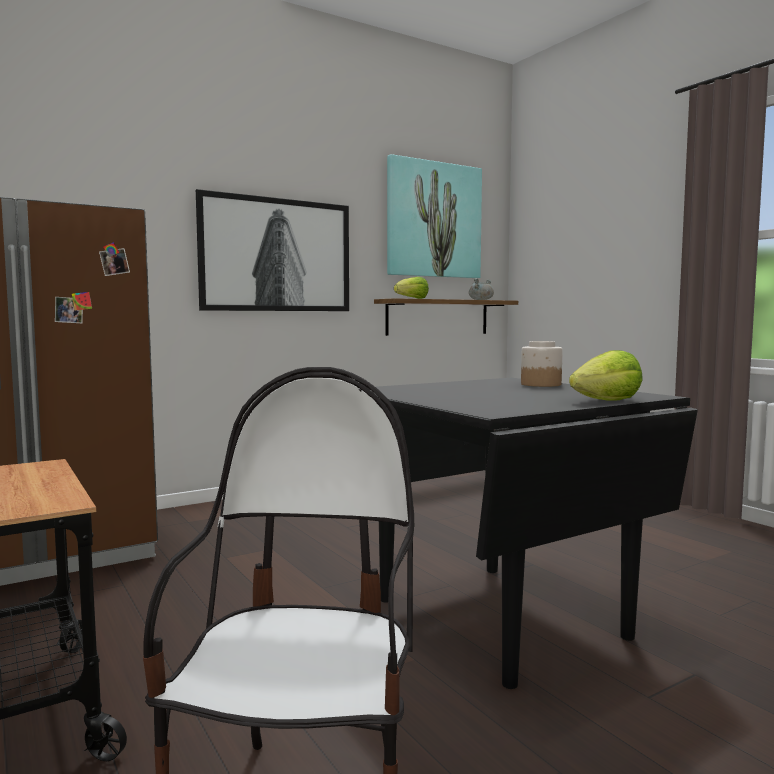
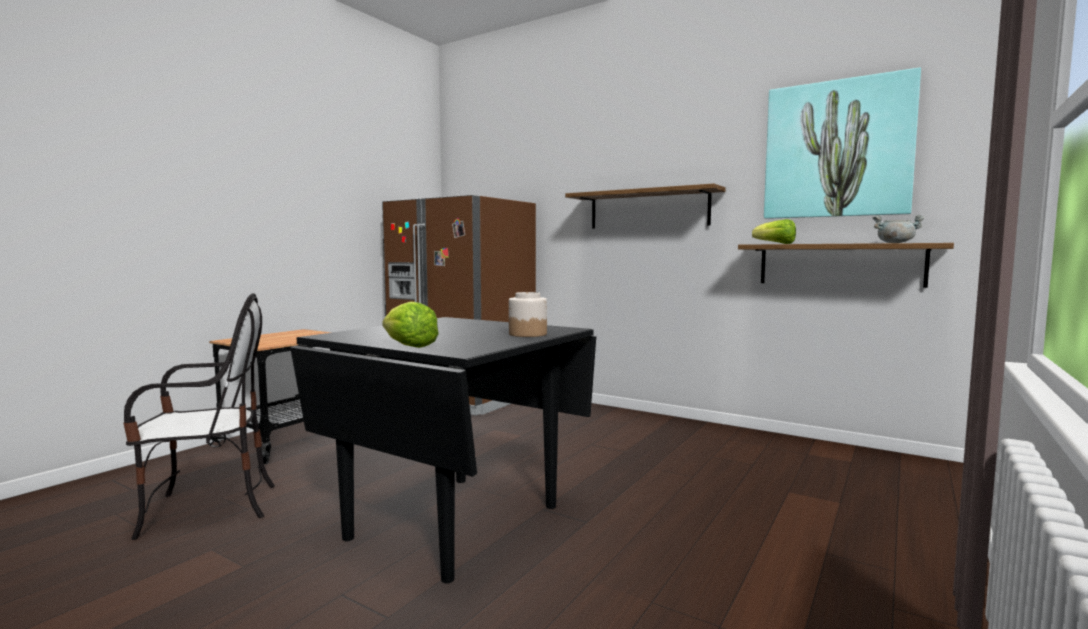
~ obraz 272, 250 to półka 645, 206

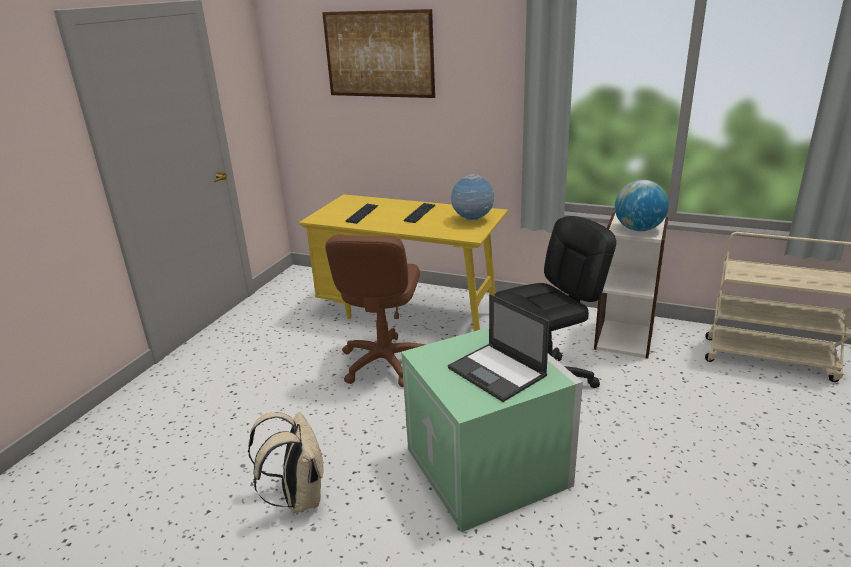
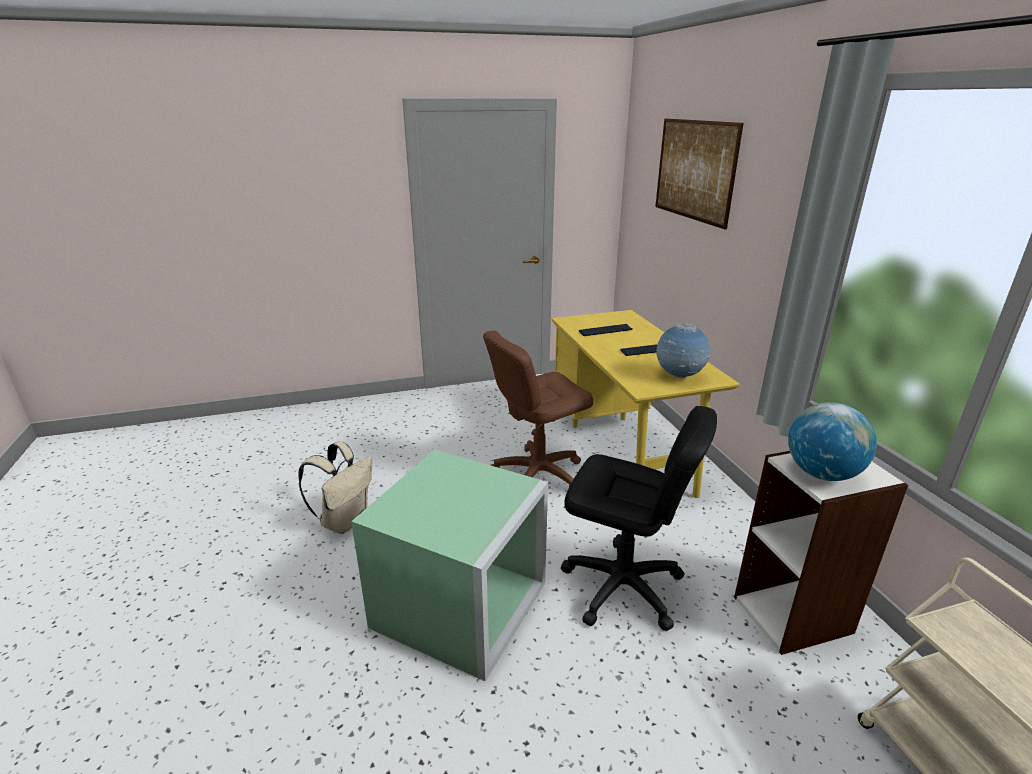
- laptop 498, 348

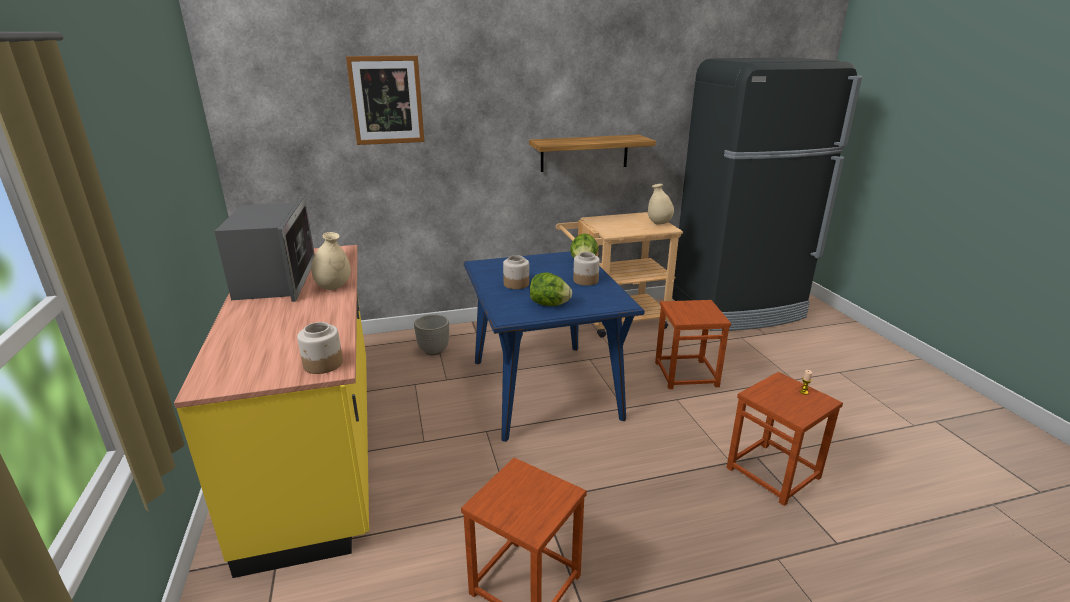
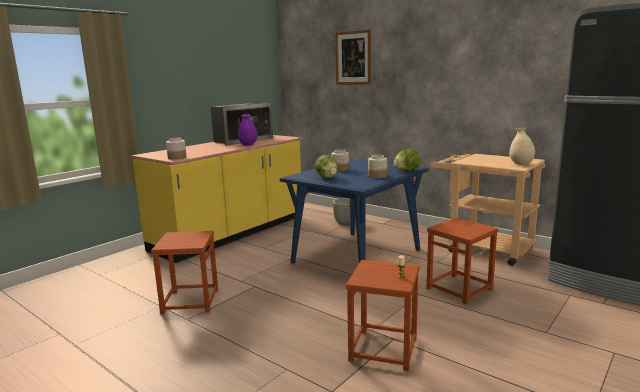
~ wazon/beżowy 331, 261 to wazon/fioletowy 248, 130
- półka 592, 153

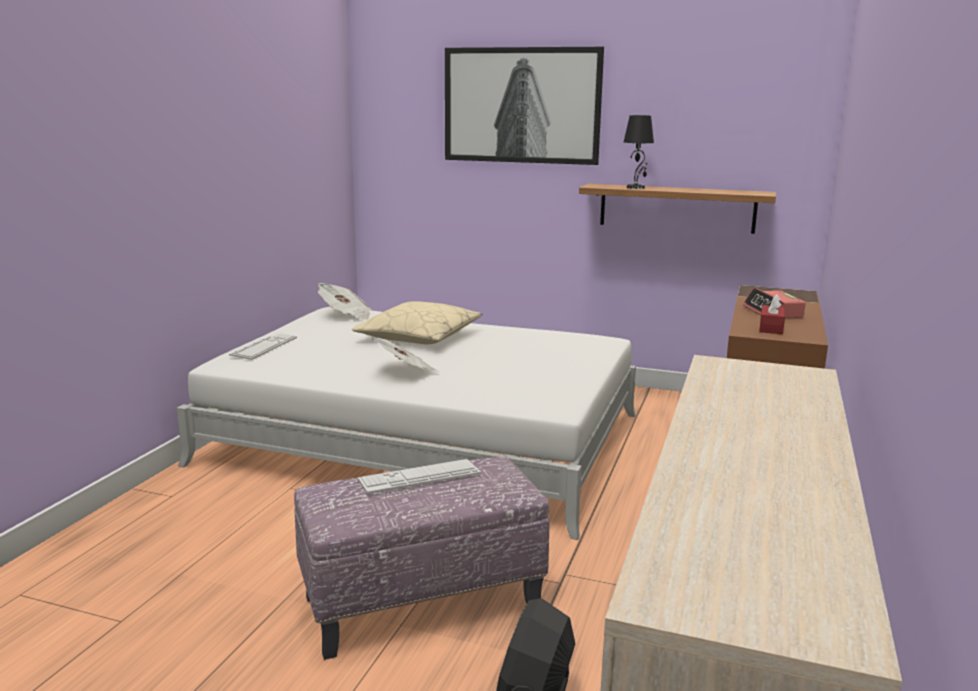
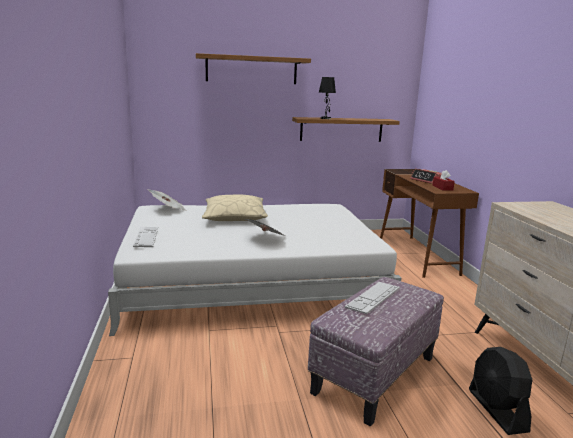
~ obraz 524, 106 to półka 253, 68

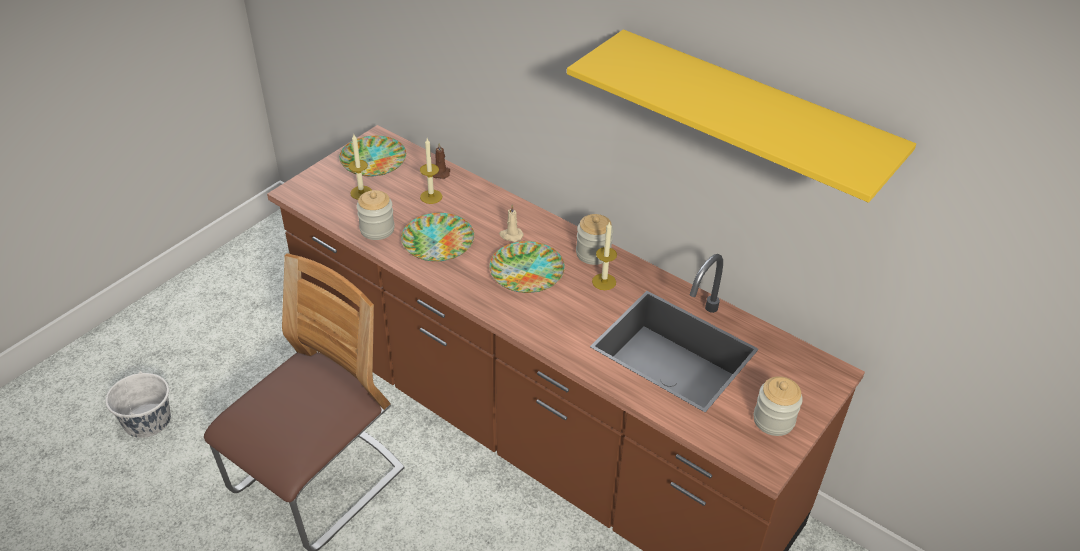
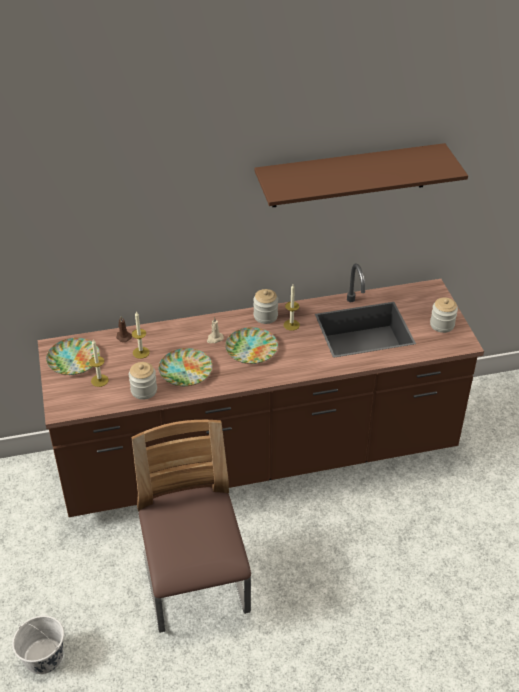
~ półka/żółty 741, 116 to półka/brązowy 361, 175

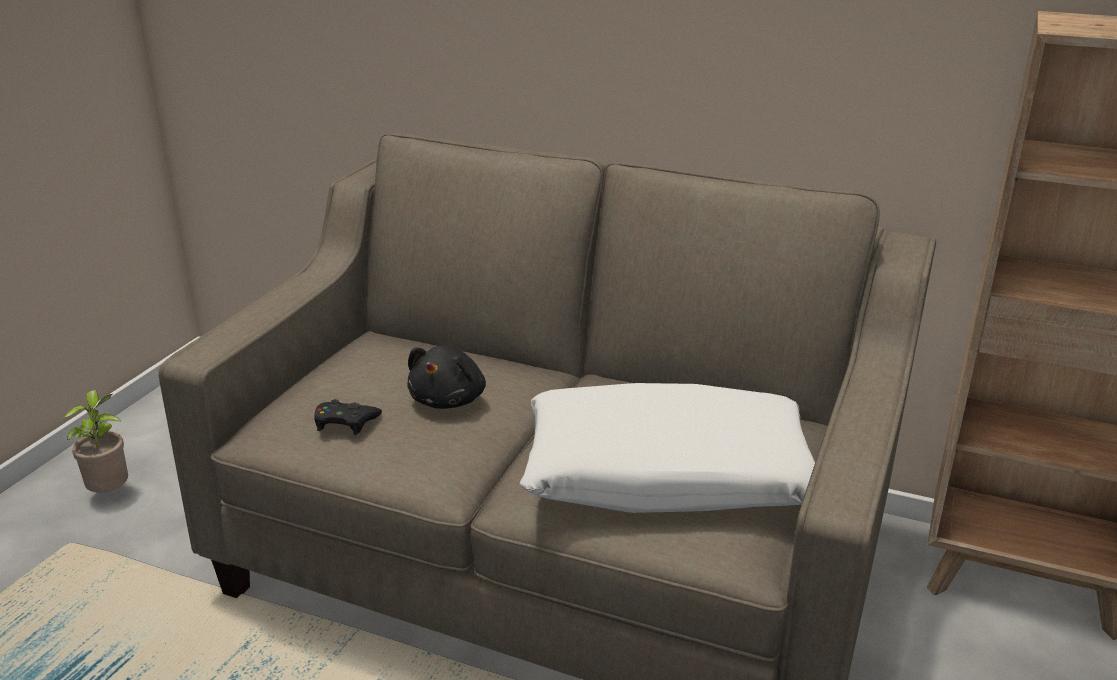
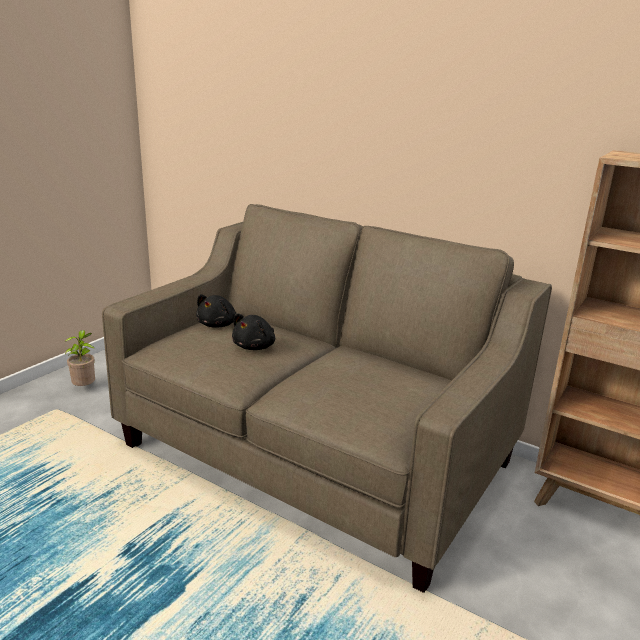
+ pluszak/czarny 216, 311
- pad do gier/czarny 348, 417
- poduszka/biały 667, 448

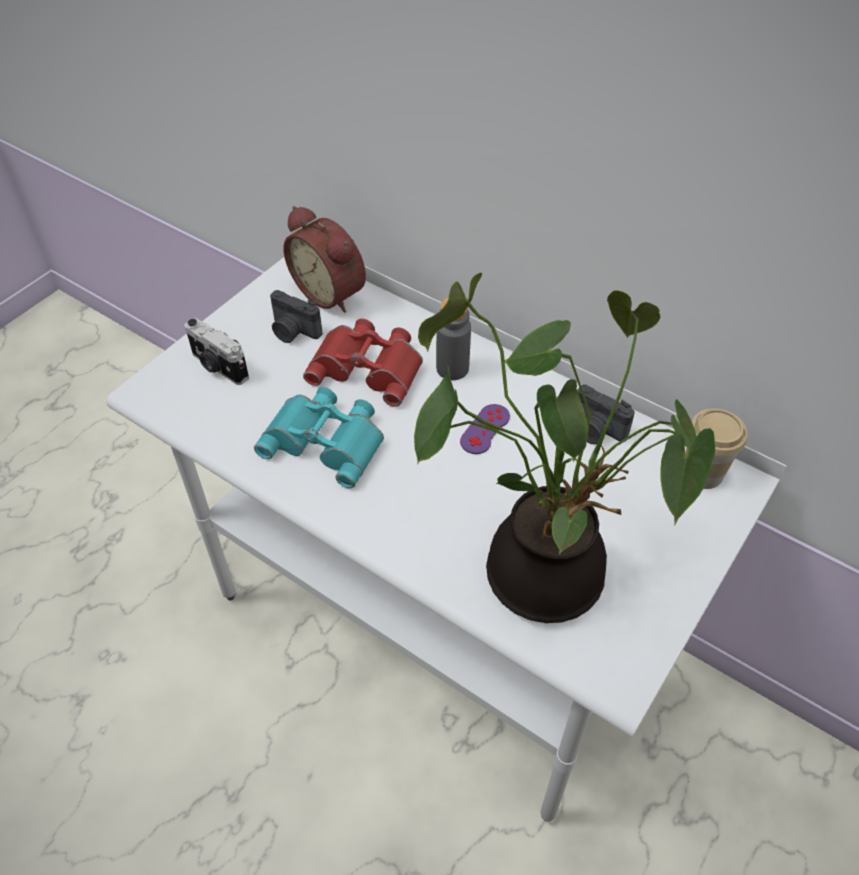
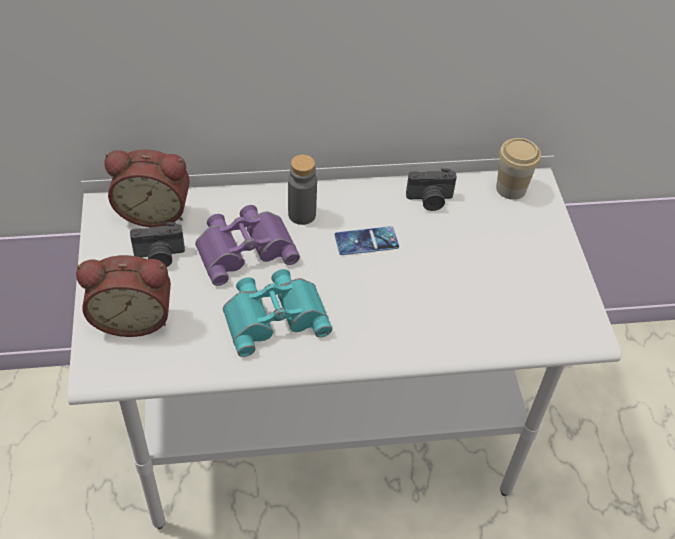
~ aparat fotograficzny 216, 351 to budzik 123, 296
~ lornetka/czerwony 363, 363 to lornetka/fioletowy 247, 245
~ pad do gier/fioletowy 485, 429 to telefon 366, 240
- roślina doniczkowa 564, 448

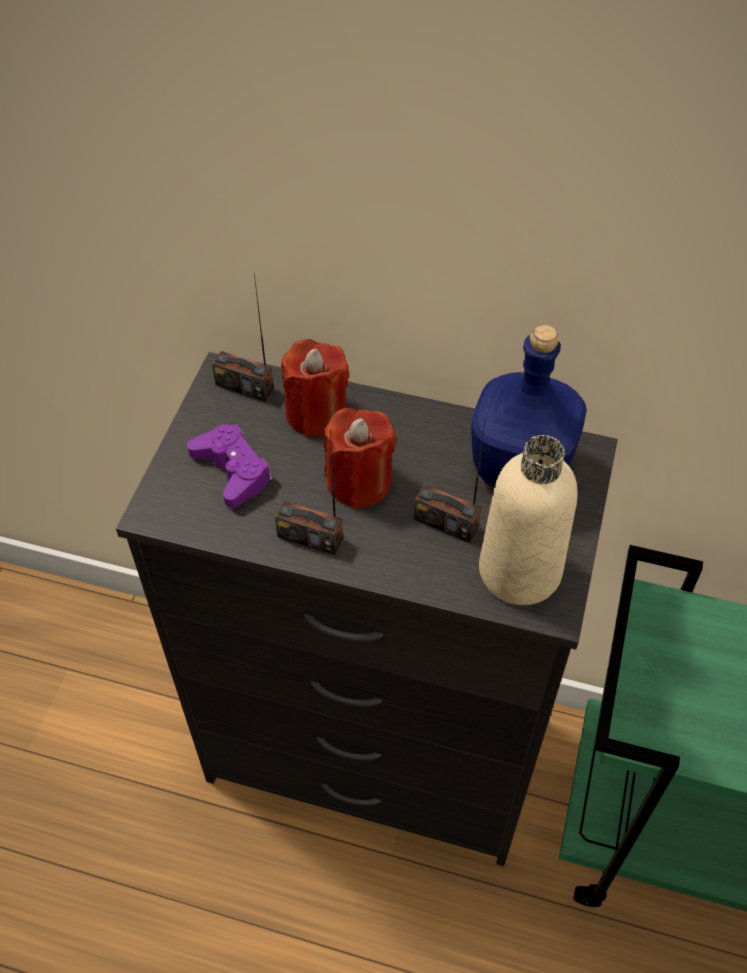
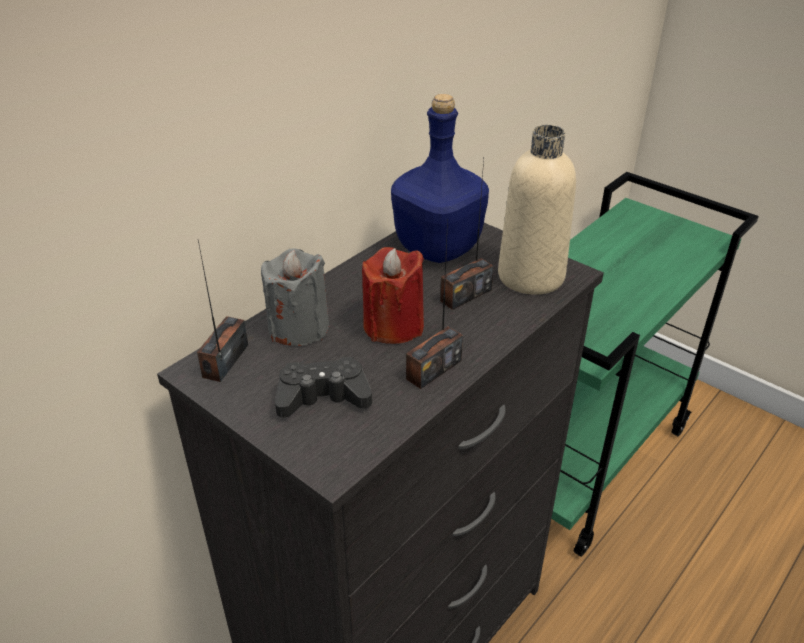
~ radio 243, 337 = 222, 311 150 degrees clockwise
~ świeca/czerwony 315, 388 to świeca/szary 295, 297
~ pad do gier/fioletowy 229, 466 to pad do gier/czarny 323, 387

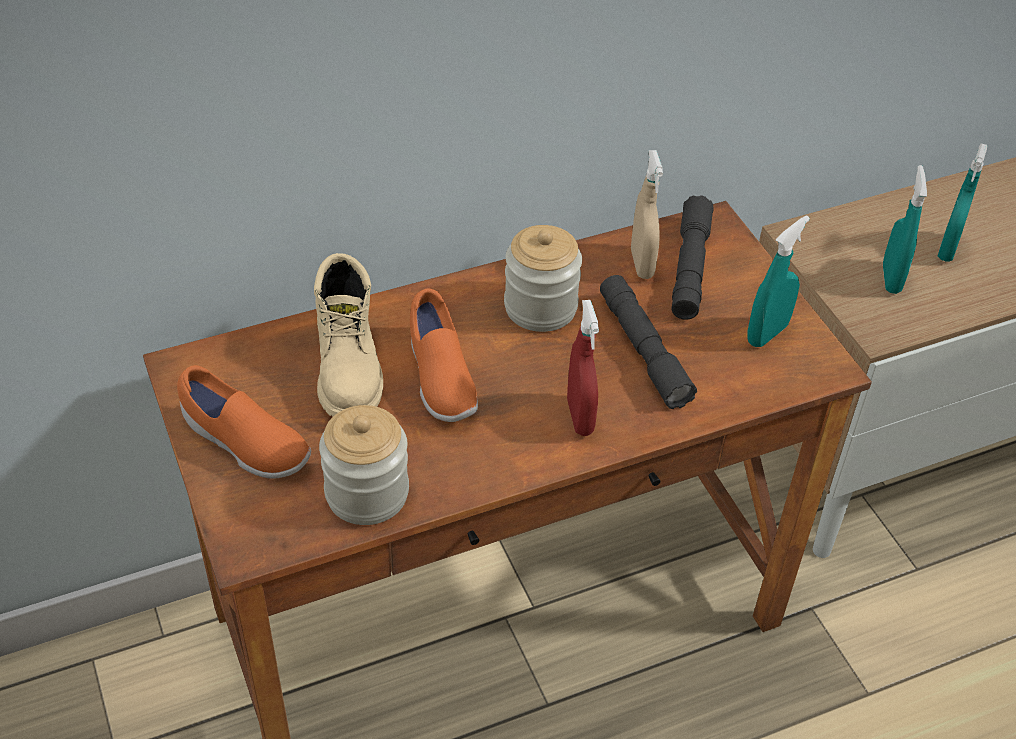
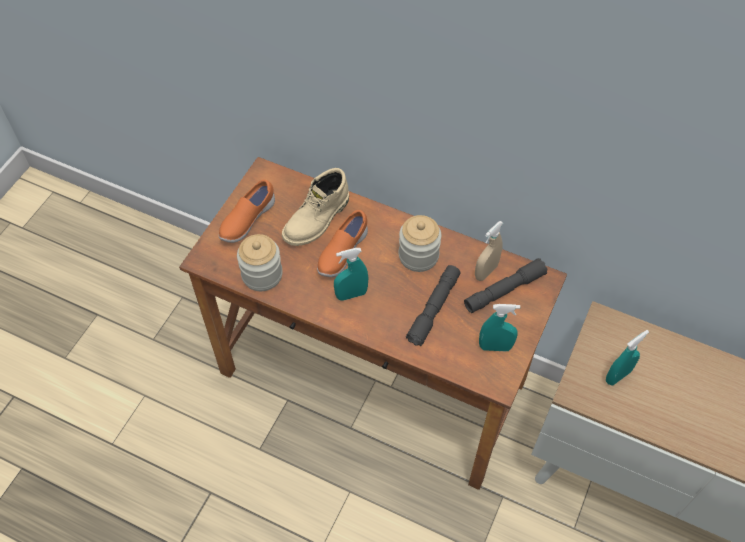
~ but/pomarańczowy 244, 422 = 247, 211 45 degrees clockwise
~ spryskiwacz/turkusowy 963, 203 to 351, 274
- spryskiwacz/czerwony 583, 368

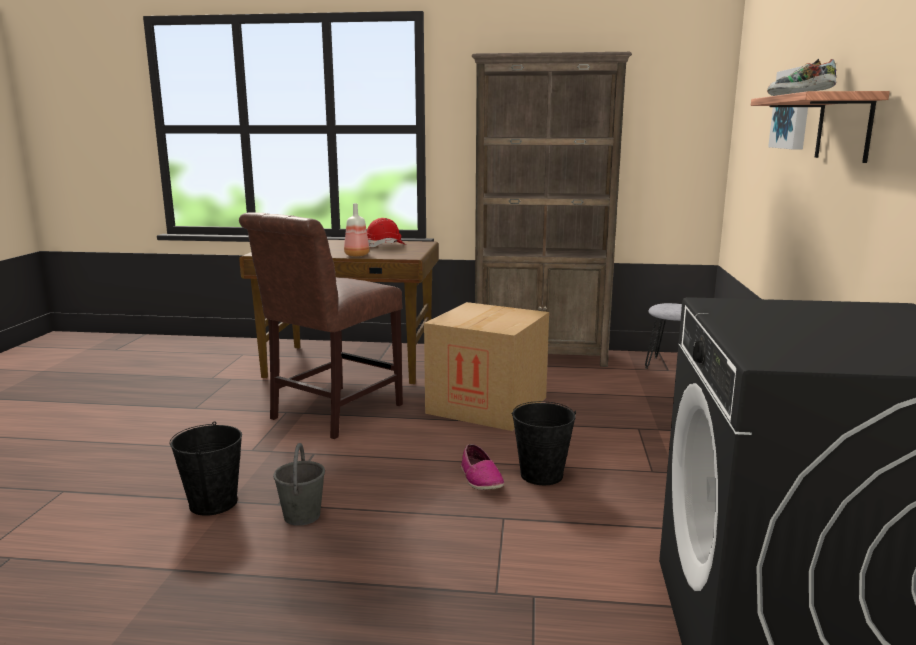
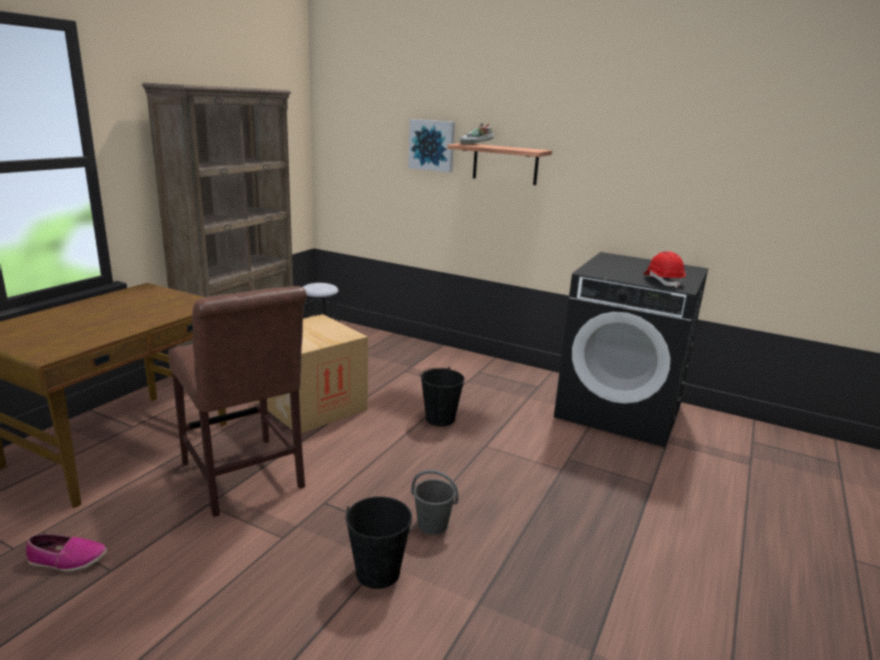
~ but 482, 467 to 66, 553
~ kask/czerwony 386, 232 to 665, 269
- butelka 356, 230

